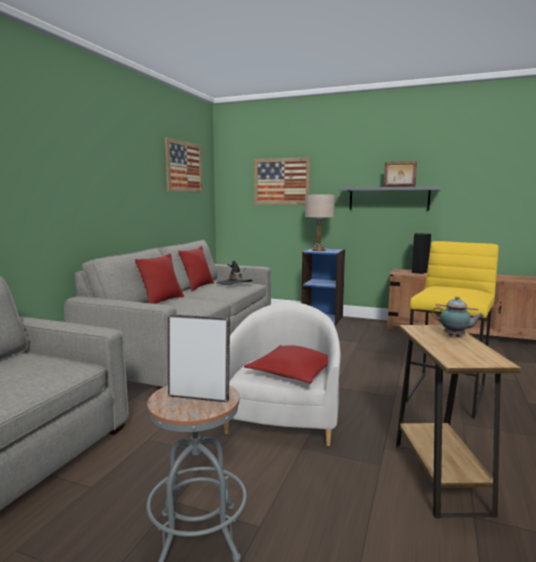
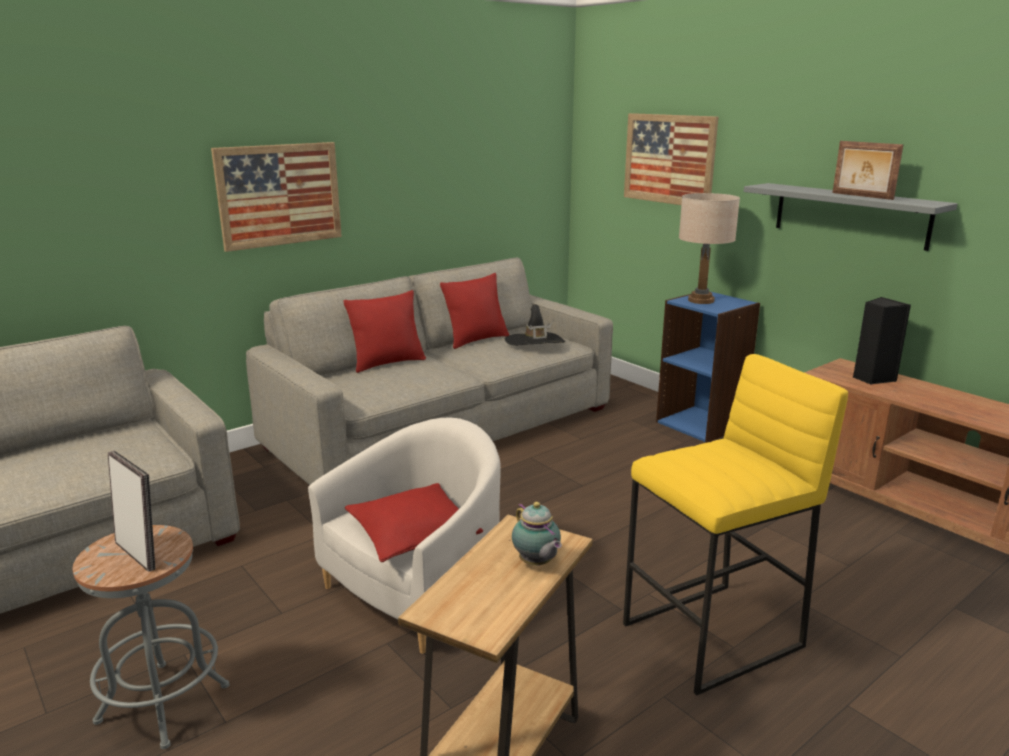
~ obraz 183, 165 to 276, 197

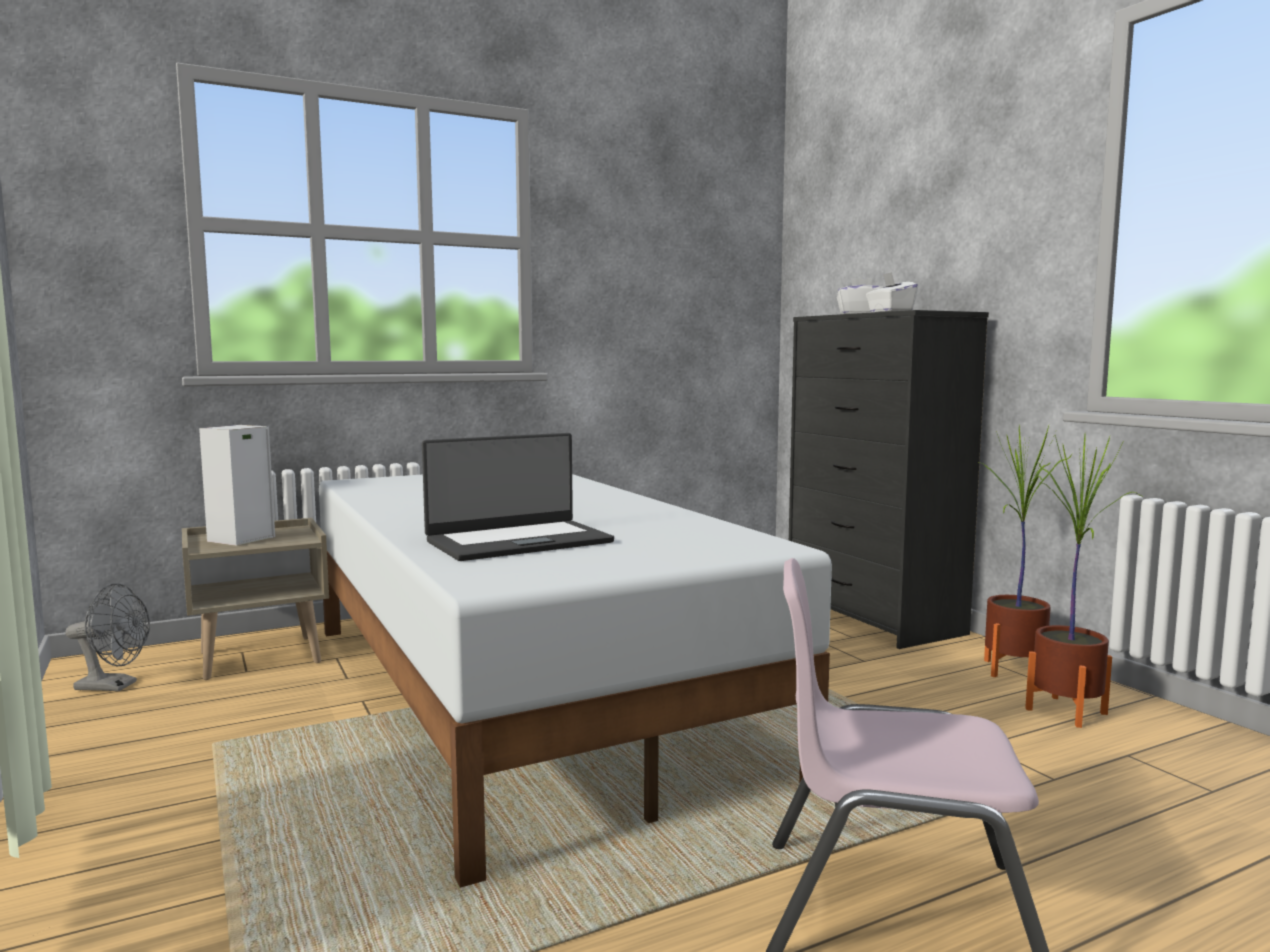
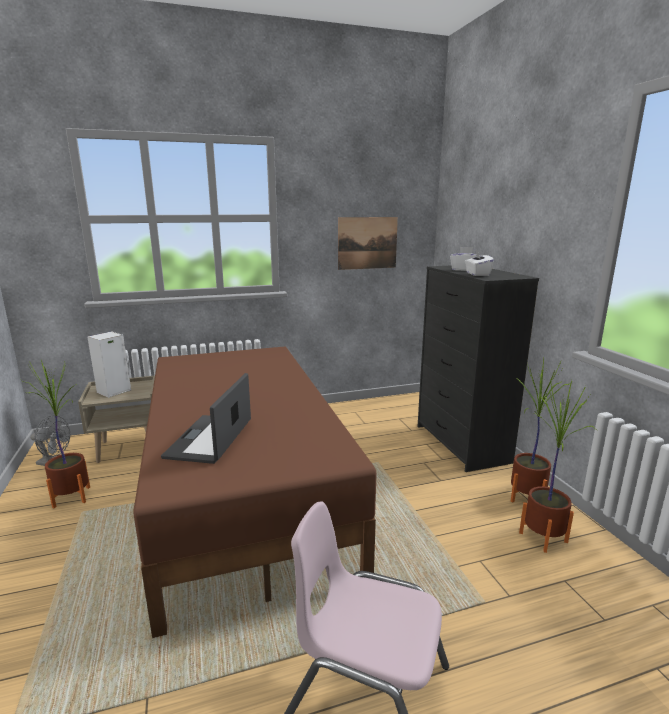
+ roślina doniczkowa 55, 434
~ łóżko/biały 575, 681 to łóżko/brązowy 255, 492
~ laptop 518, 497 = 206, 418 120 degrees clockwise
+ obraz 368, 243

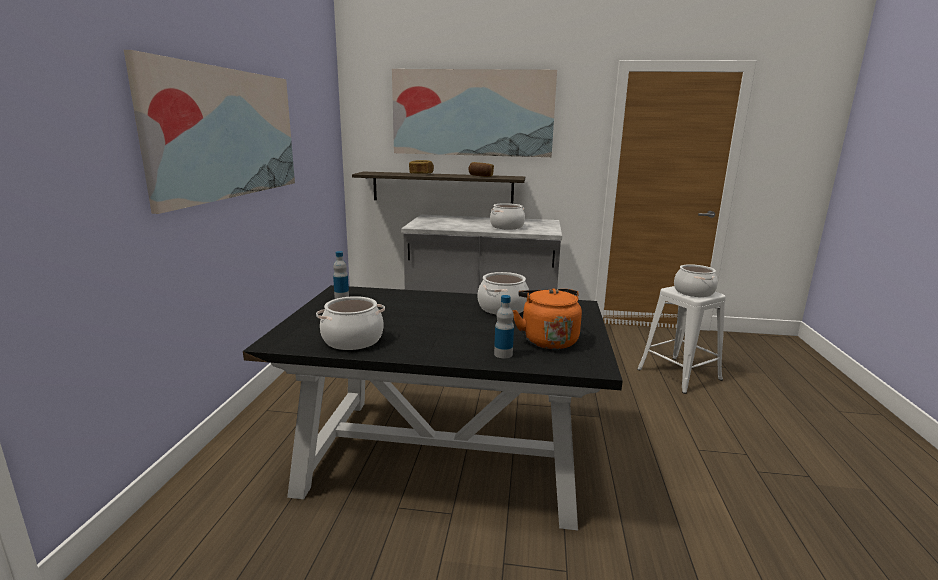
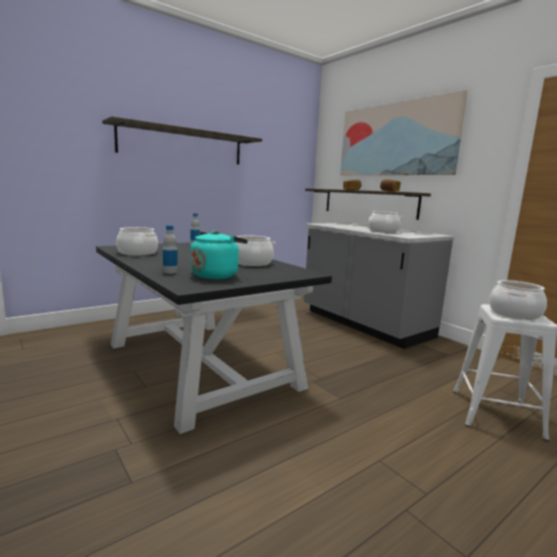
~ obraz 209, 132 to półka 182, 140
~ czajnik/pomarańczowy 547, 318 to czajnik/turkusowy 219, 254

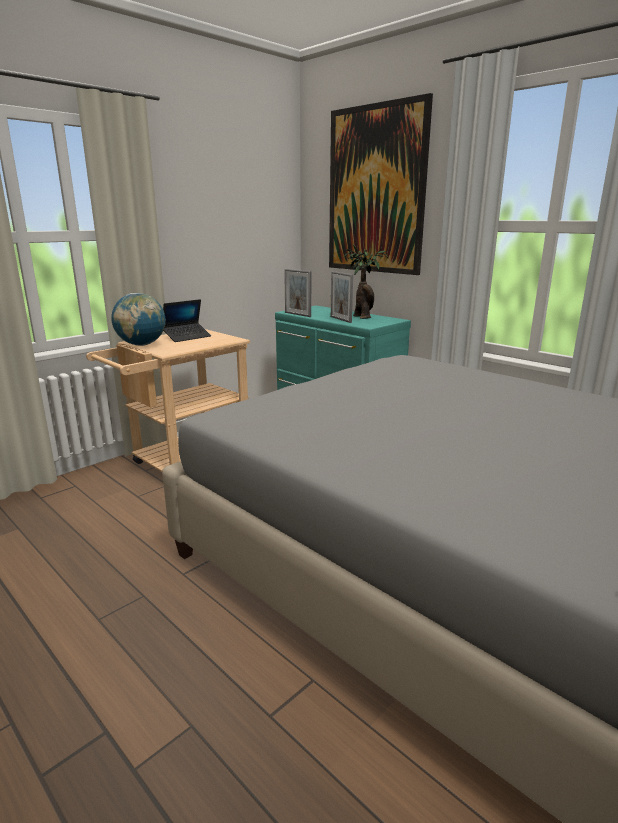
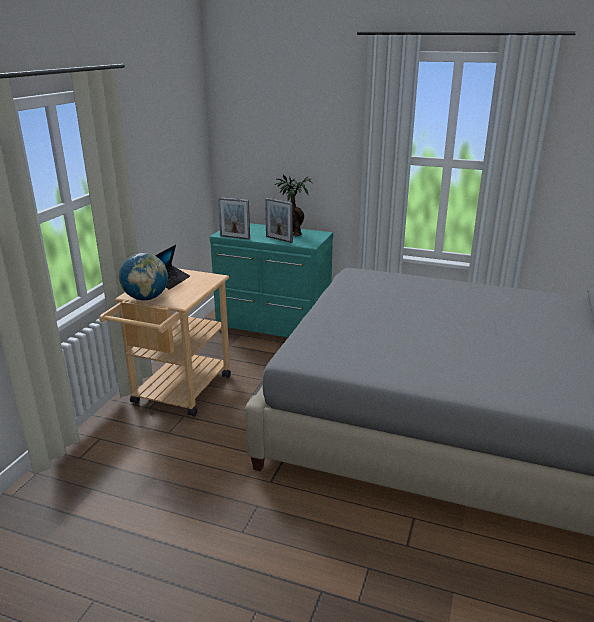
- obraz 381, 184

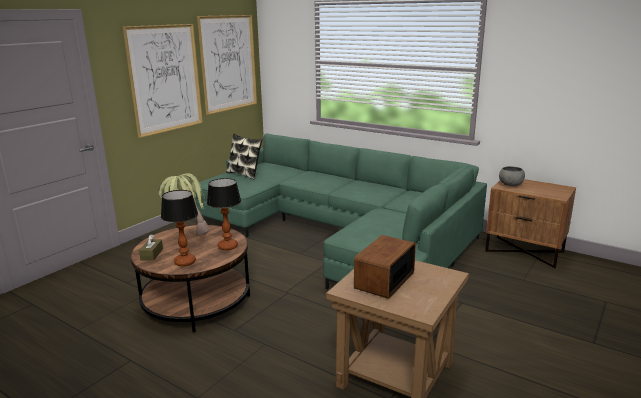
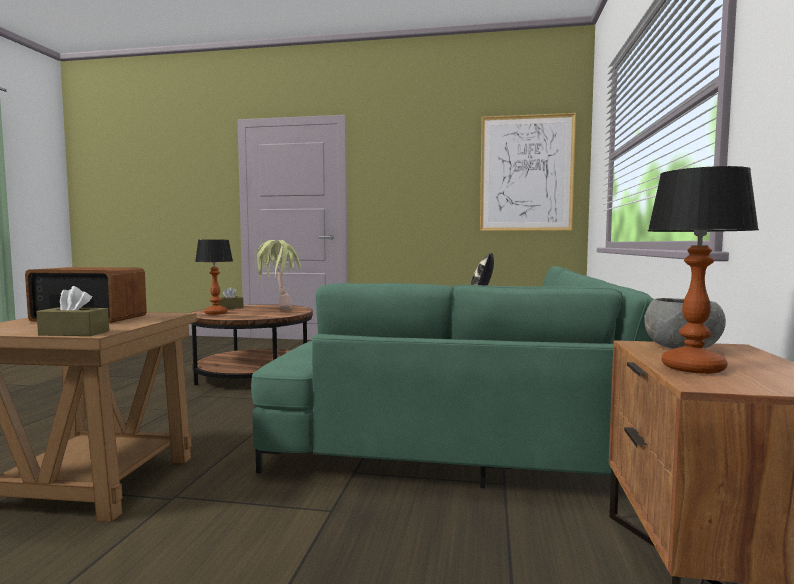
+ pudełko chusteczek/brązowy 73, 311
~ lampa stołowa 224, 214 to 703, 270
- obraz 163, 81

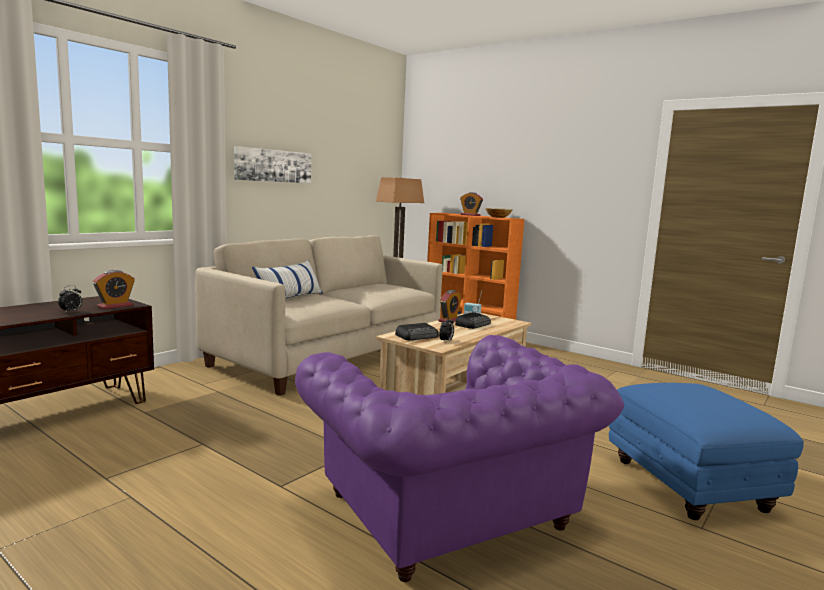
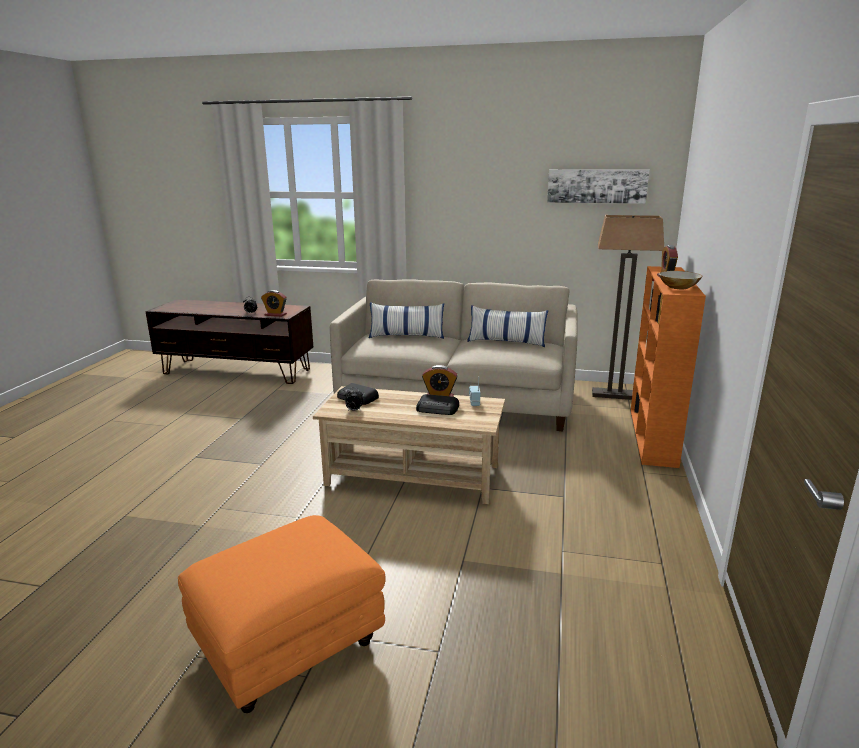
~ pufa/niebieski 706, 451 to pufa/pomarańczowy 282, 614
+ poduszka 507, 326
~ obraz 272, 164 to 598, 186
- fotel/fioletowy 459, 458

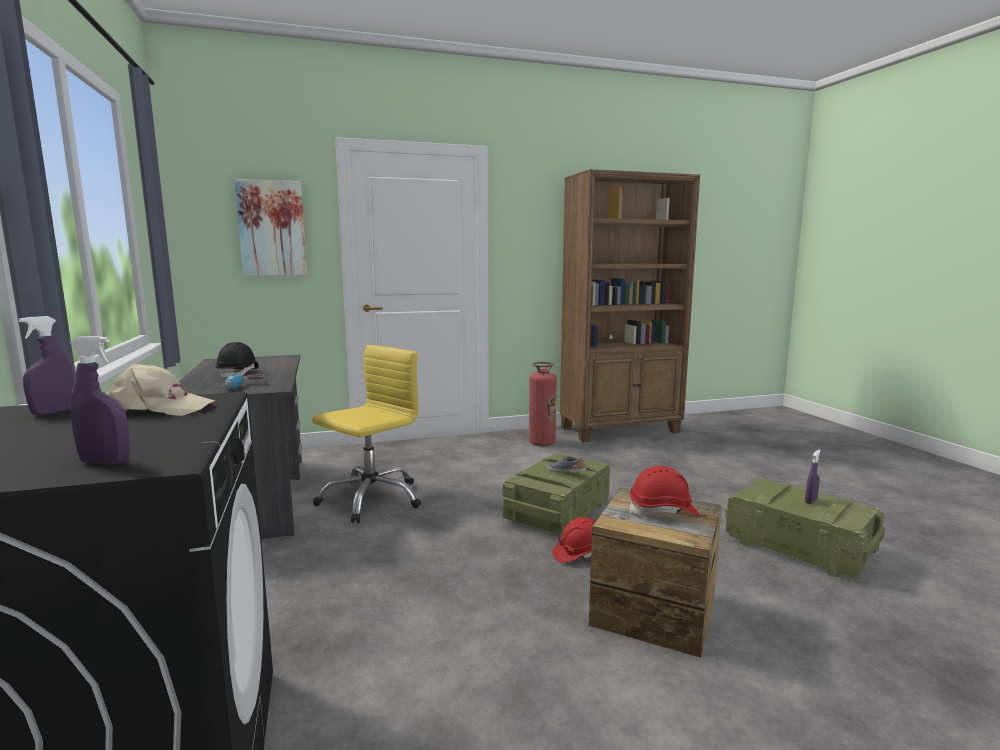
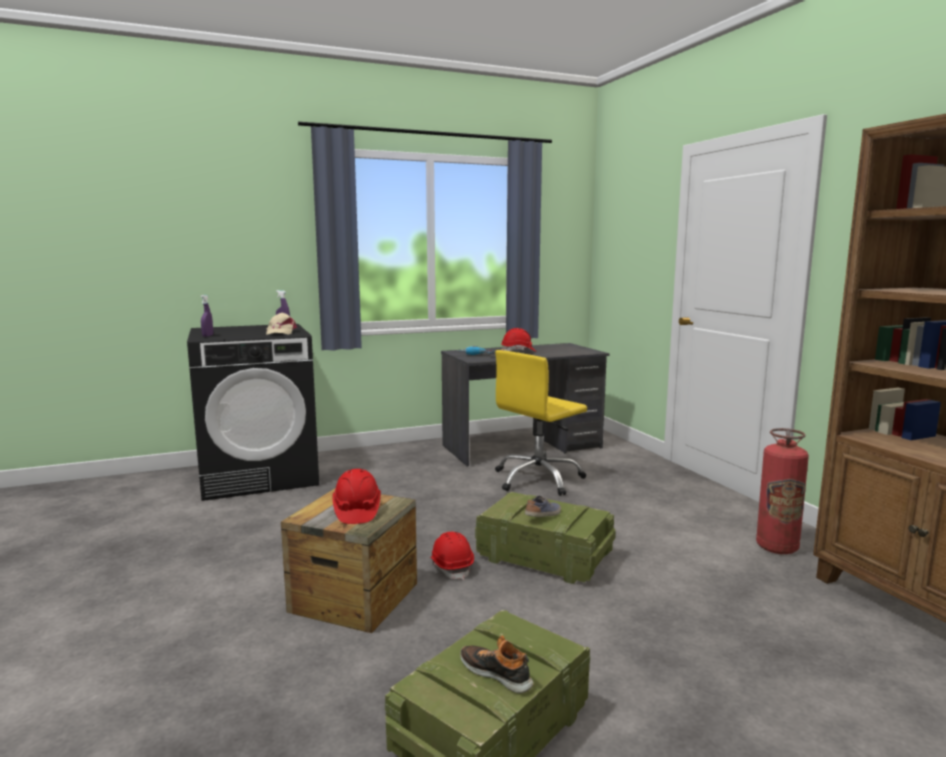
~ spryskiwacz/fioletowy 813, 477 to but 496, 665
~ krzesło biurowe/żółty 366, 434 = 541, 423 105 degrees clockwise
~ kask/czarny 237, 359 to kask/czerwony 518, 340
- obraz 270, 227

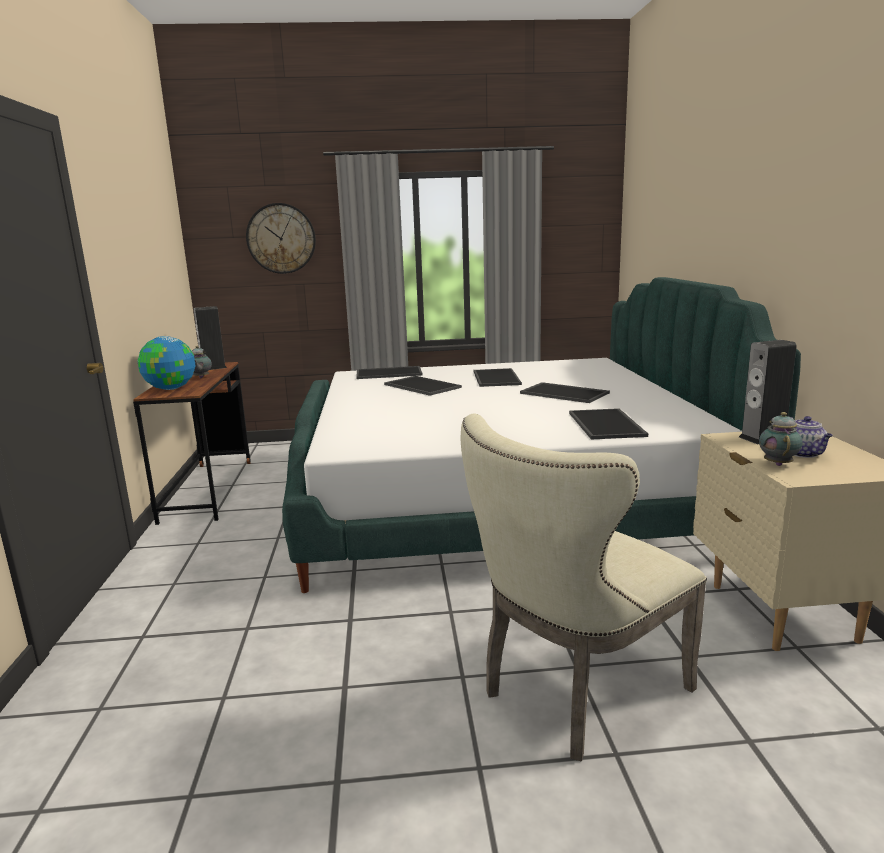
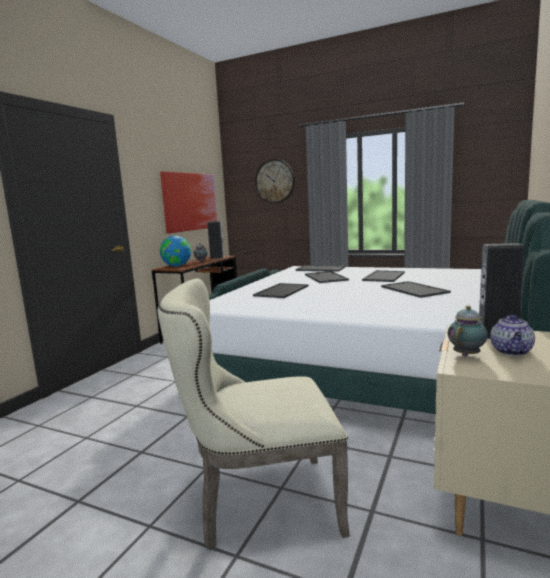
+ obraz 188, 202
~ taca 608, 423 to 280, 290

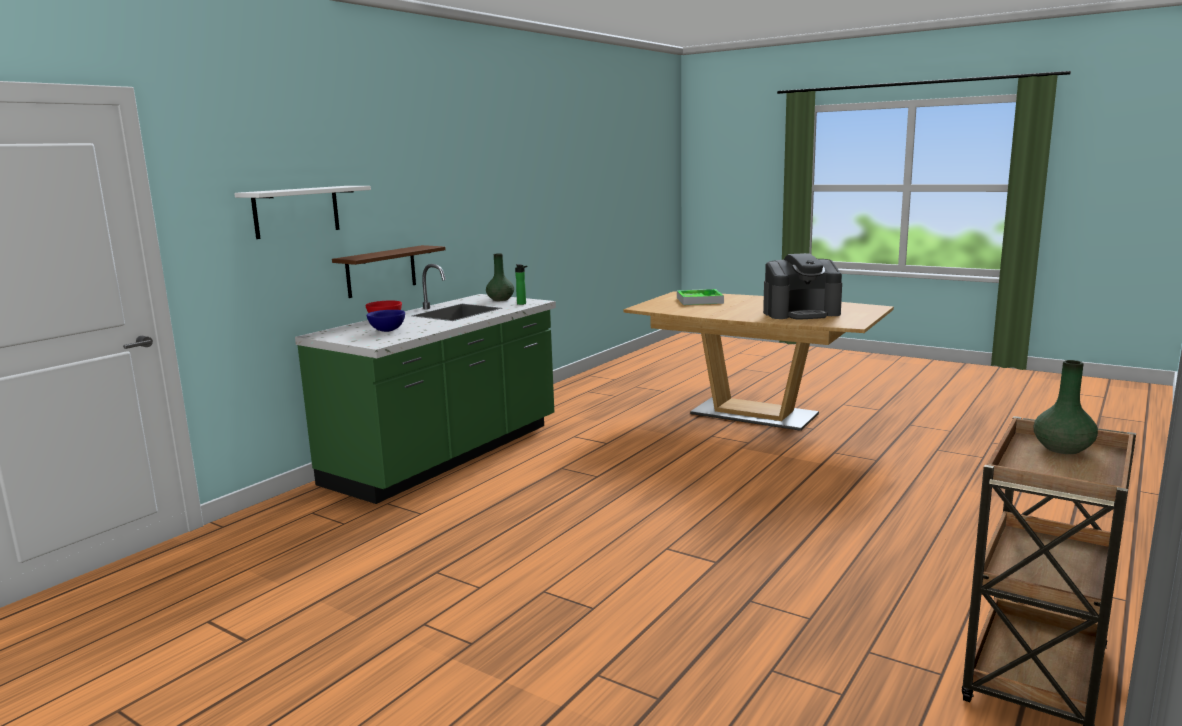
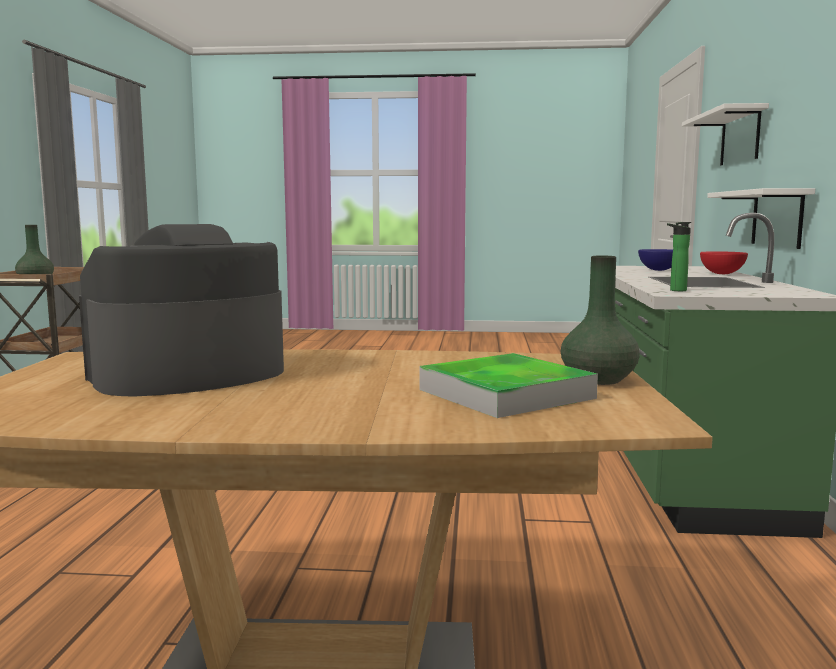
~ wazon/zielony 500, 277 to 600, 320
~ półka/brązowy 388, 271 to półka/biały 761, 218

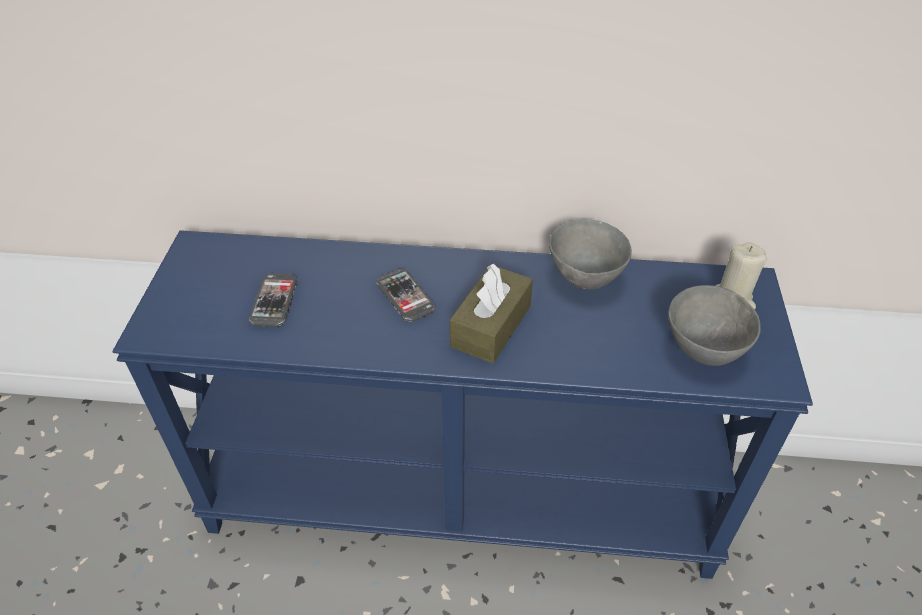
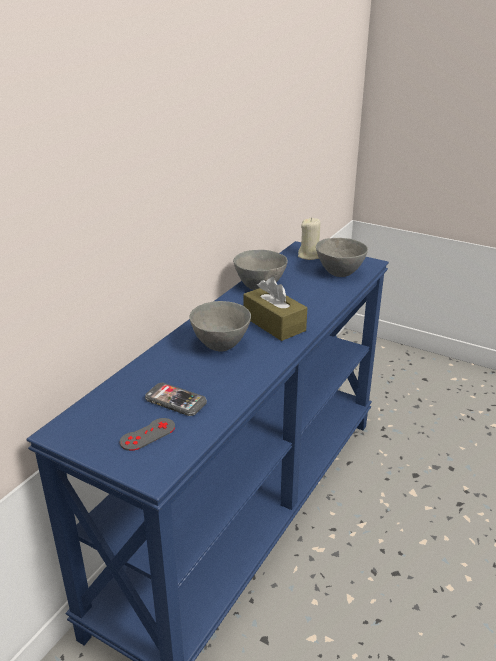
+ pad do gier/szary 147, 434
~ telefon 406, 295 to miska/szary 220, 326

